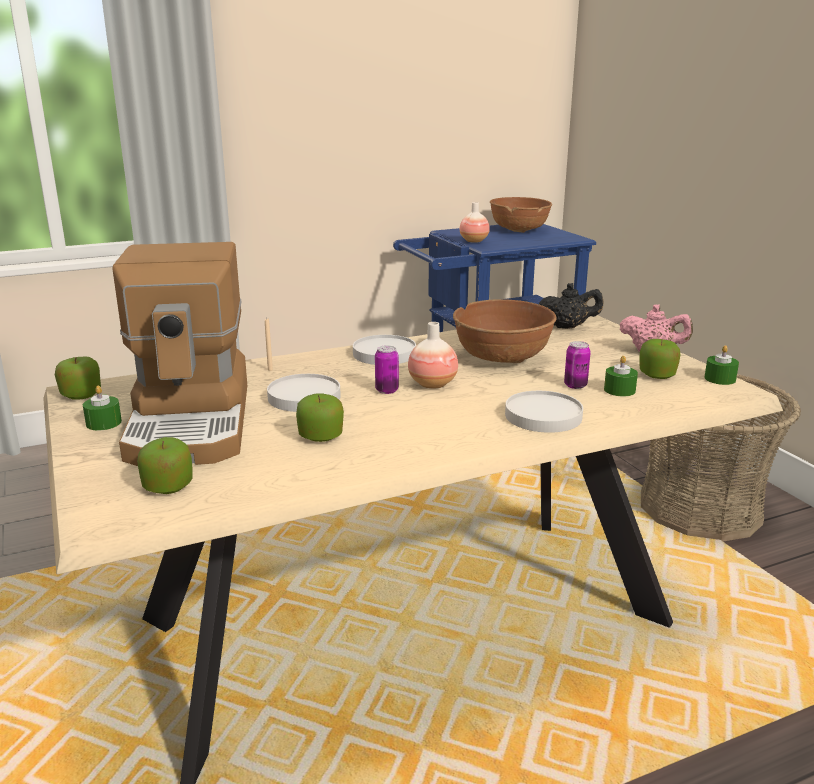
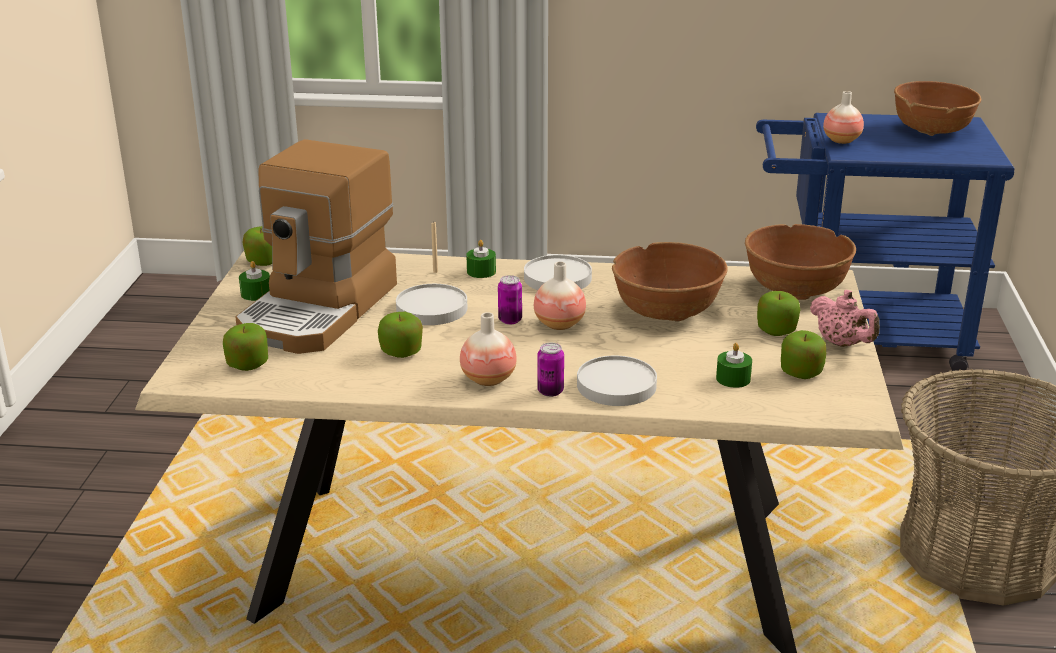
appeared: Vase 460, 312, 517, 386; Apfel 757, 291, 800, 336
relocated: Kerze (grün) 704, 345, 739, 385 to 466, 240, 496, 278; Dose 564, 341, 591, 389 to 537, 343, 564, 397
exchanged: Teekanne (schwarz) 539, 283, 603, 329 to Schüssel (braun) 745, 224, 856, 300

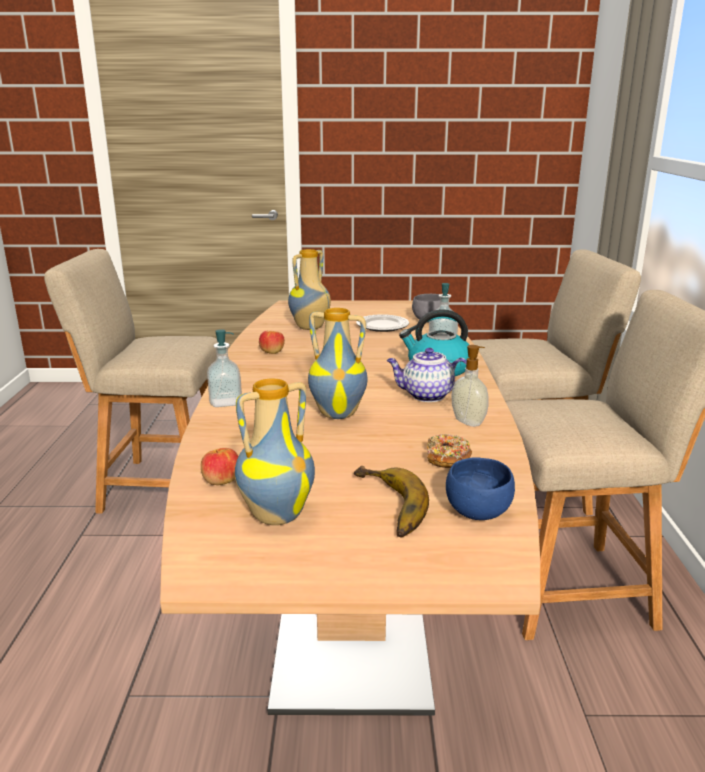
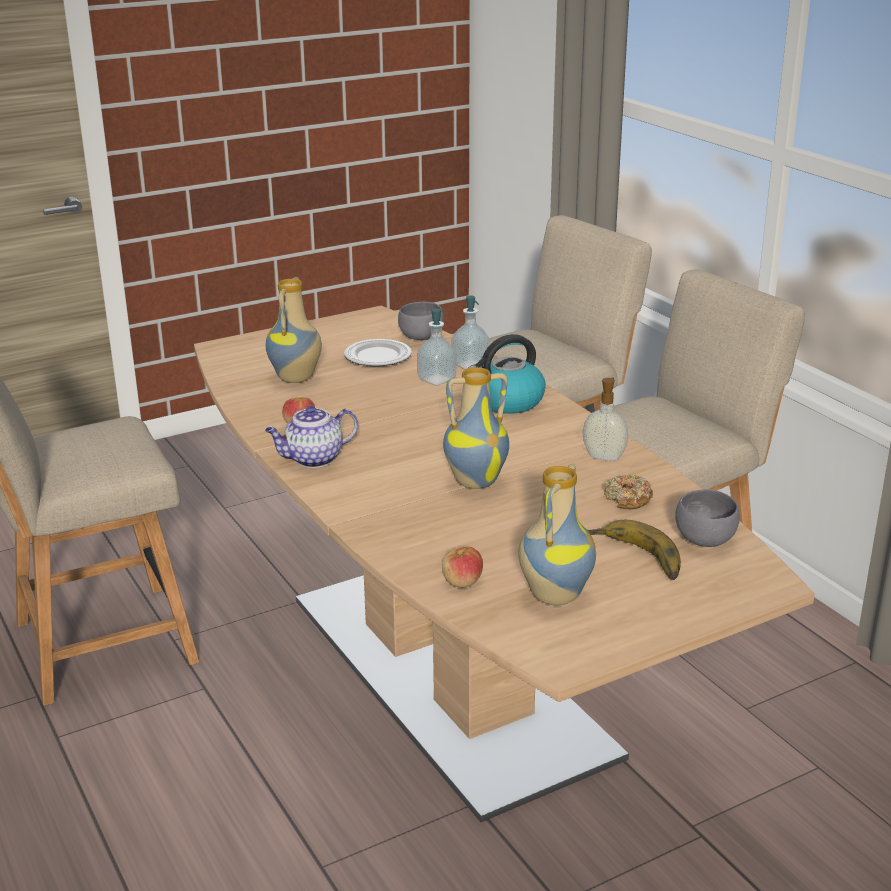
relocated: Teekanne 386, 348, 467, 402 to 265, 406, 358, 468; Seifenspender 207, 329, 242, 407 to 417, 308, 456, 385
colour: Schüssel (blau) 446, 457, 515, 520 to Schüssel (grau) 675, 489, 740, 547

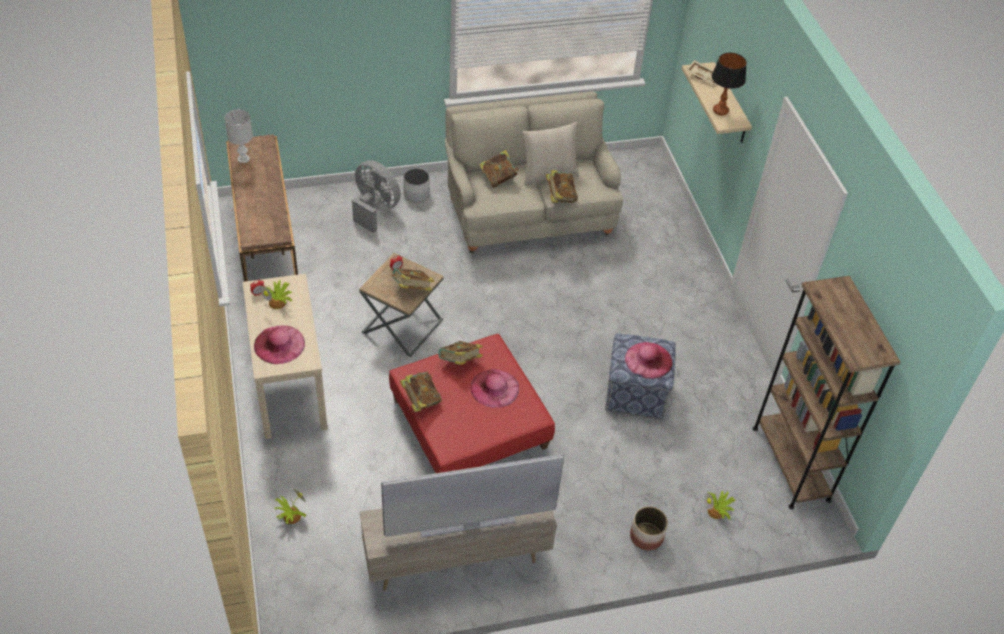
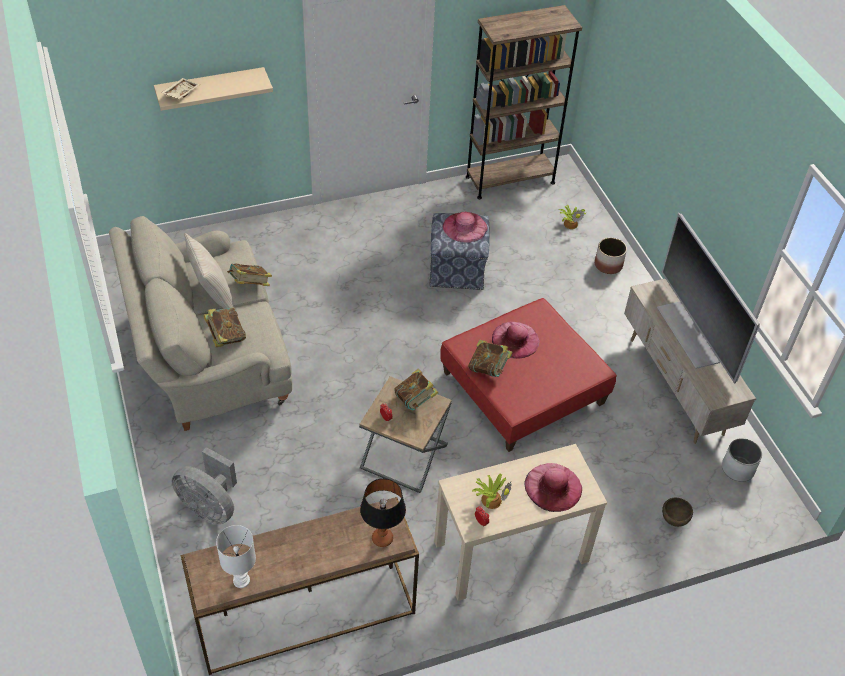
missing: Buch 400, 372, 442, 412
relocated: Tischlampe 712, 53, 747, 115 to 360, 478, 406, 547; Pflanzkübel (weiß) 403, 168, 430, 203 to 722, 438, 762, 482
exchanged: Topfpflanze 274, 488, 306, 524 to Schüssel (braun) 662, 498, 693, 527
spun: Ventilator (grau) 352, 160, 401, 233 = 171, 447, 237, 524 90 degrees counterclockwise

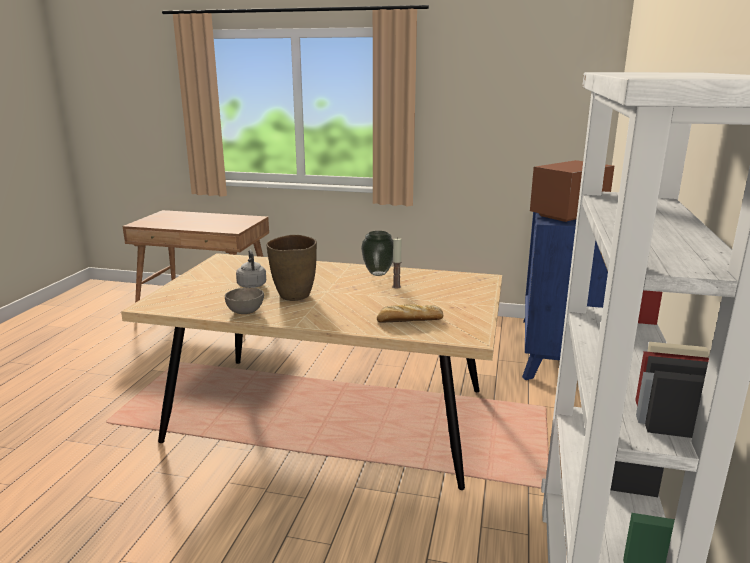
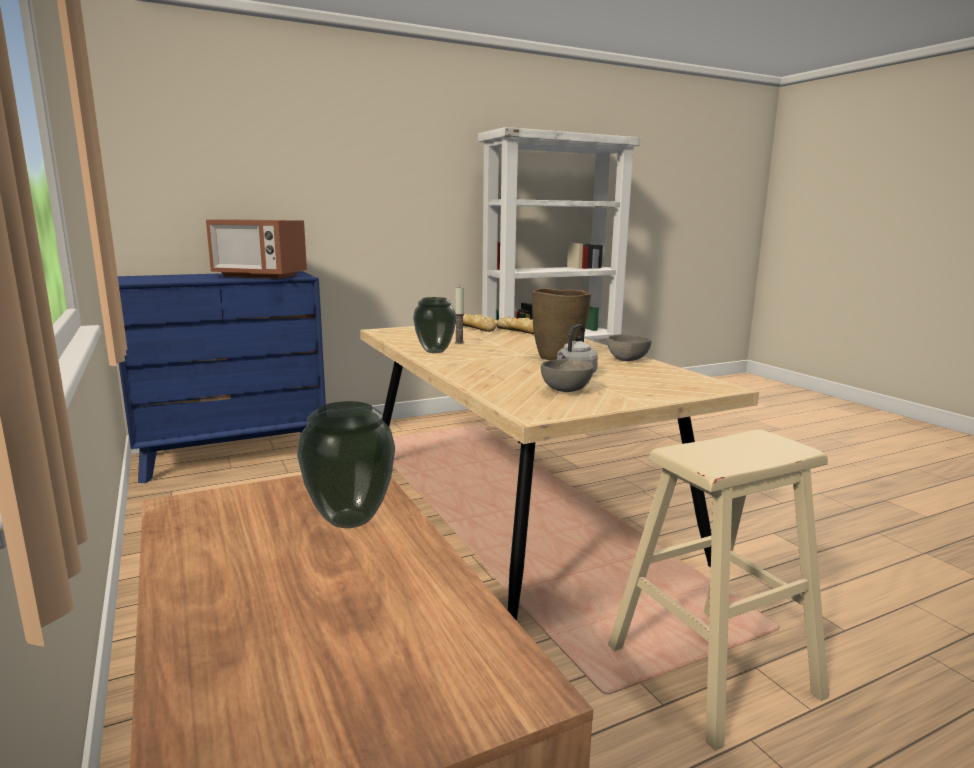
appeared: Vase 297, 401, 395, 528; Brot 455, 313, 496, 332; Schüssel (grau) 541, 359, 594, 392; Hocker (beige) 608, 429, 829, 751

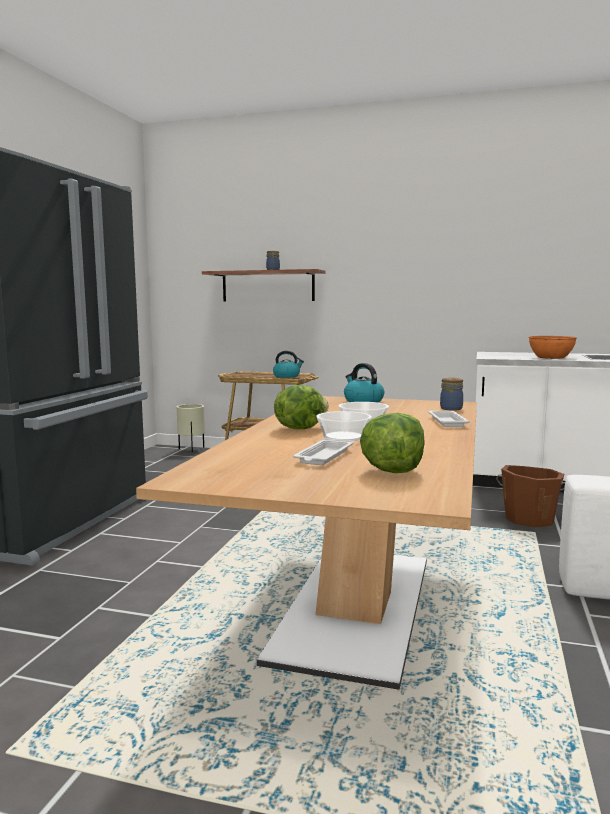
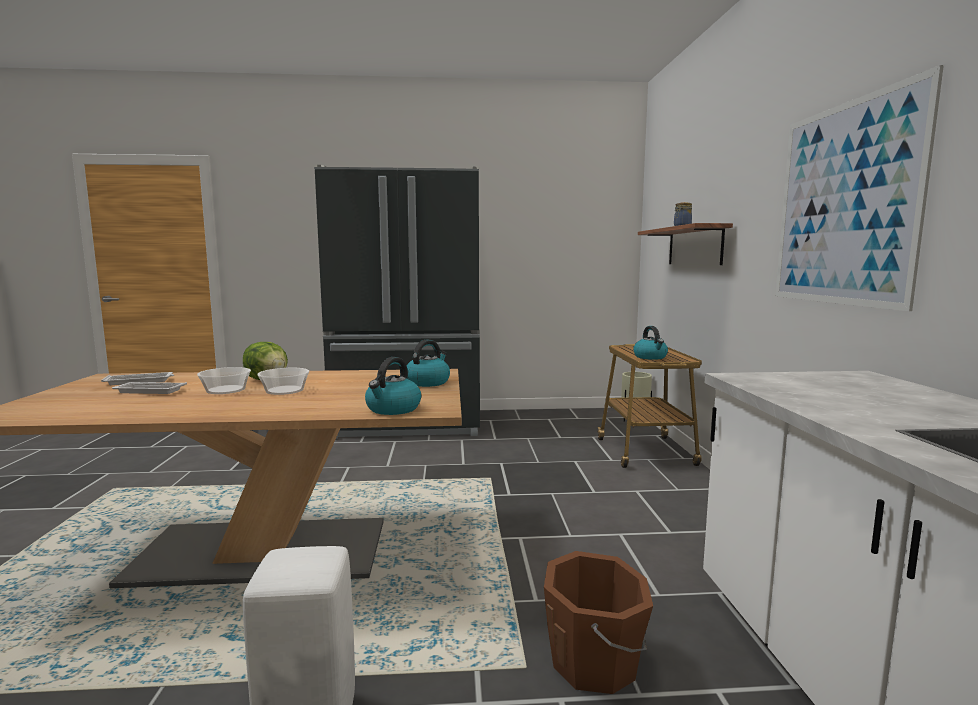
missing: Salatkopf 360, 413, 425, 473; Schüssel (orange) 528, 336, 577, 359
appeared: Bild 775, 65, 944, 311
relocated: Tablett (weiß) 428, 411, 469, 427 to 101, 372, 174, 385
exchanged: Vorratsglas 440, 378, 463, 411 to Wasserkessel 365, 357, 421, 415

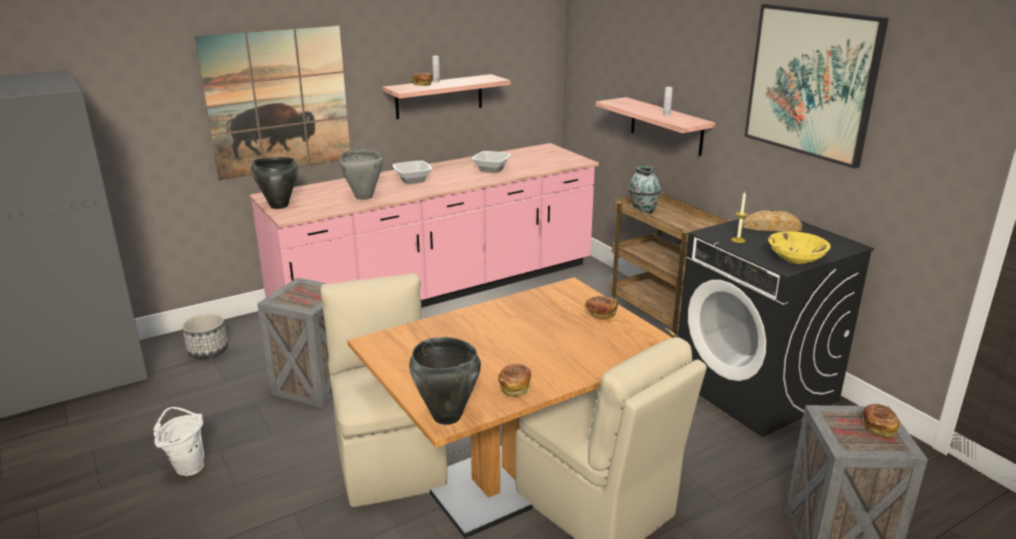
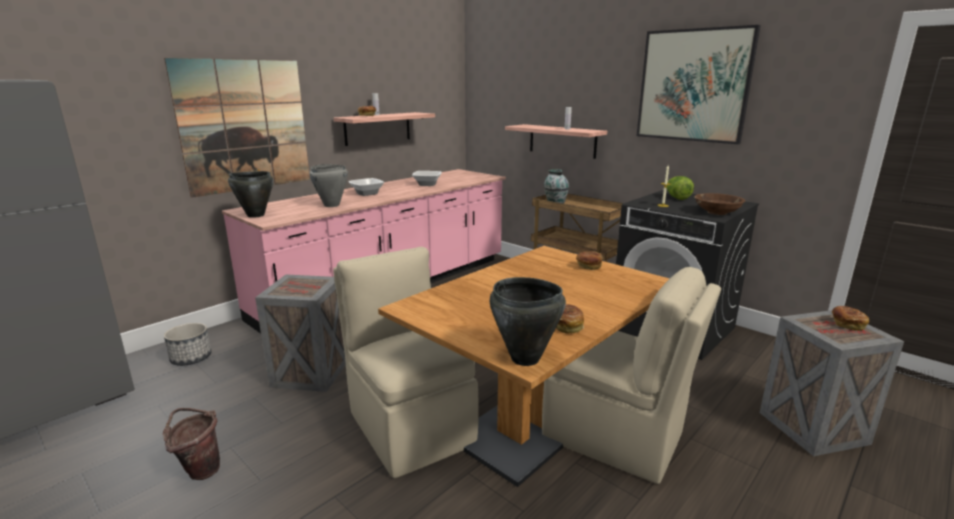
exchanged: Brot 742, 211, 802, 232 to Salatkopf 667, 176, 694, 200
colour: Eimer (weiß) 154, 407, 204, 476 to Eimer (braun) 163, 408, 220, 480; Schüssel (gelb) 768, 231, 831, 264 to Schüssel (braun) 694, 193, 745, 215

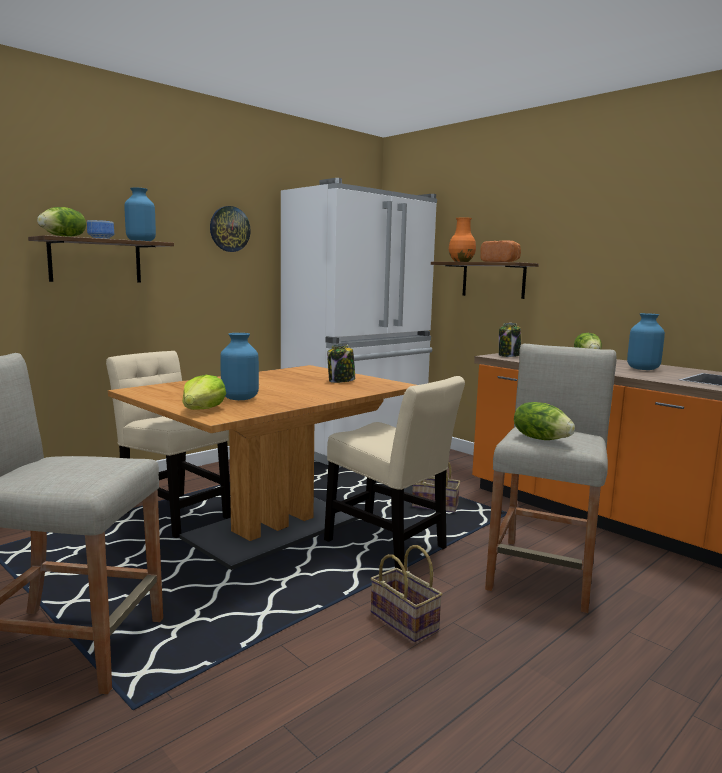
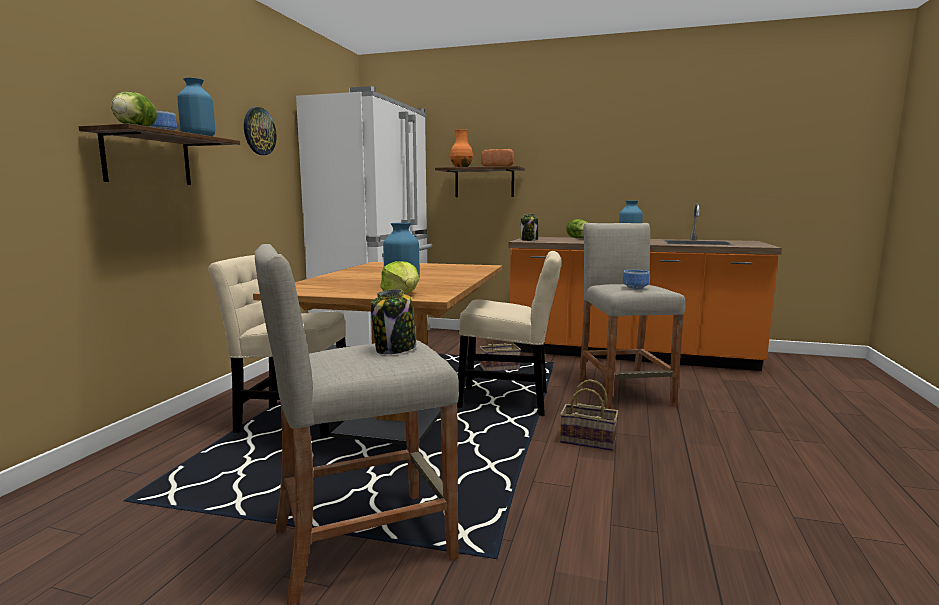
relocated: Vorratsglas 327, 344, 355, 383 to 371, 289, 416, 354
exchanged: Salatkopf 514, 402, 575, 440 to Schüssel 623, 270, 649, 290

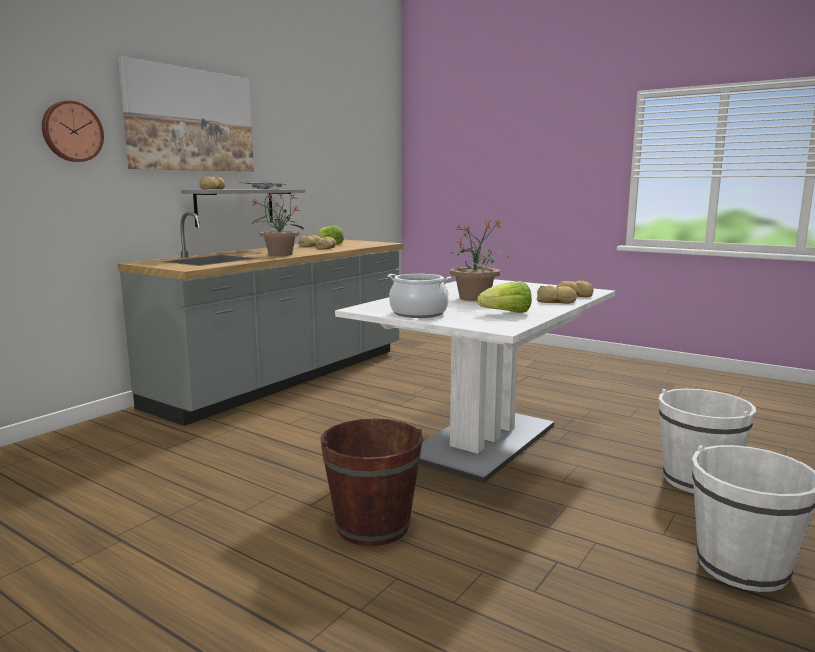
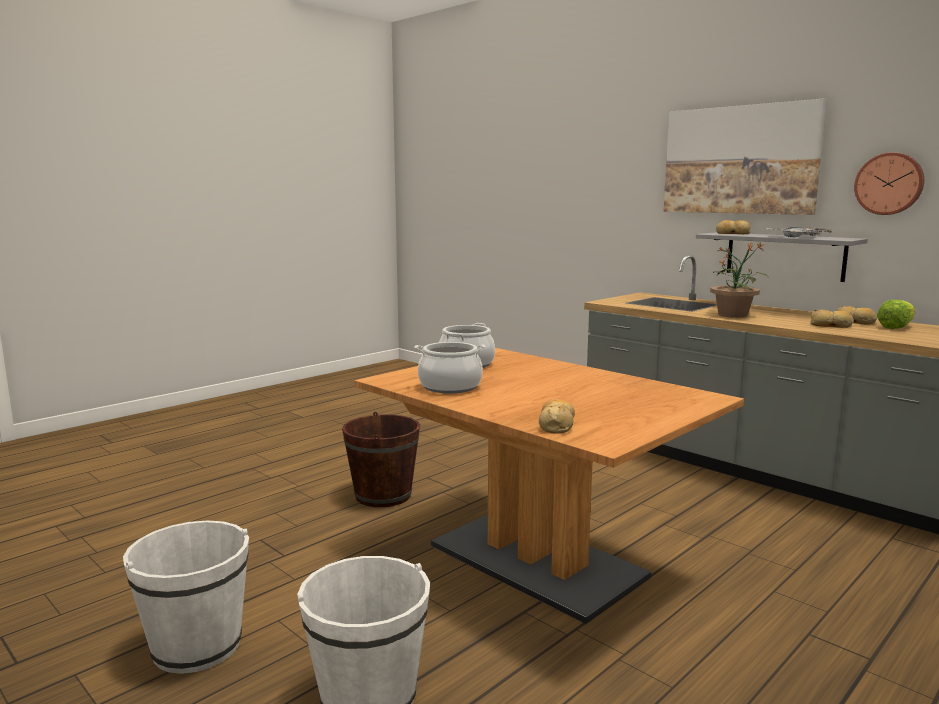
missing: Topfpflanze 450, 219, 509, 301; Brot 537, 286, 577, 304
relocated: Wanduhr 42, 100, 104, 162 to 854, 152, 924, 215
exchanged: Salatkopf 477, 281, 532, 313 to Kochtopf 414, 342, 486, 393
colour: Esstisch (weiß) 335, 279, 615, 483 to Esstisch (braun) 354, 348, 744, 624

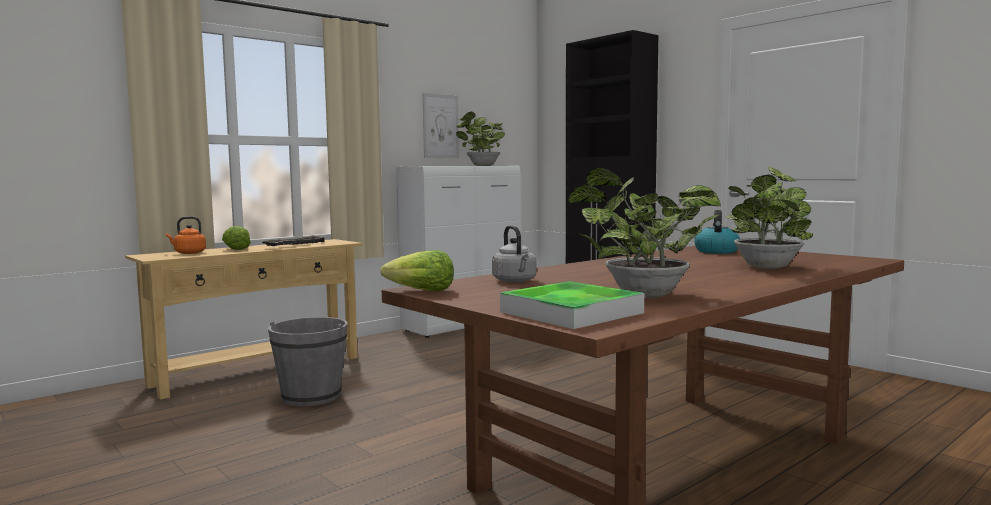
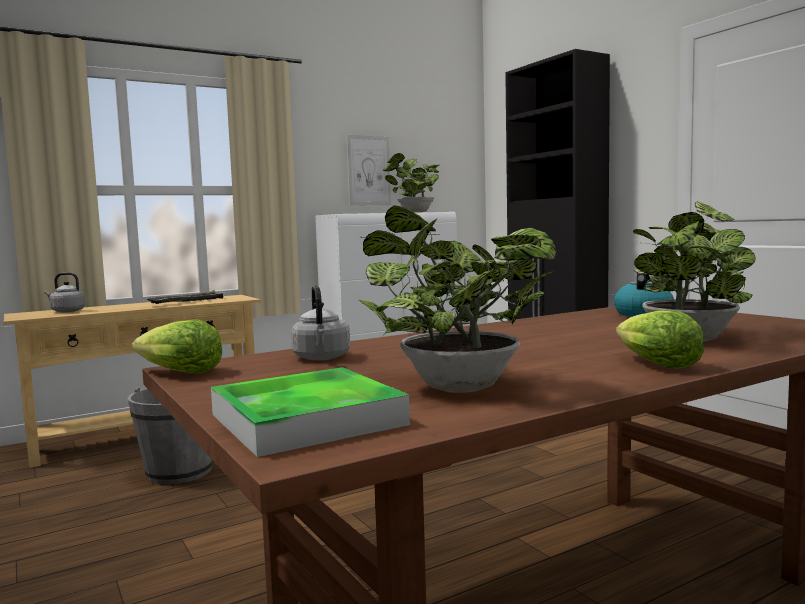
relocated: Salatkopf 222, 226, 251, 250 to 616, 310, 704, 369
colour: Wasserkessel (orange) 166, 216, 206, 254 to Wasserkessel (grau) 44, 272, 85, 312

